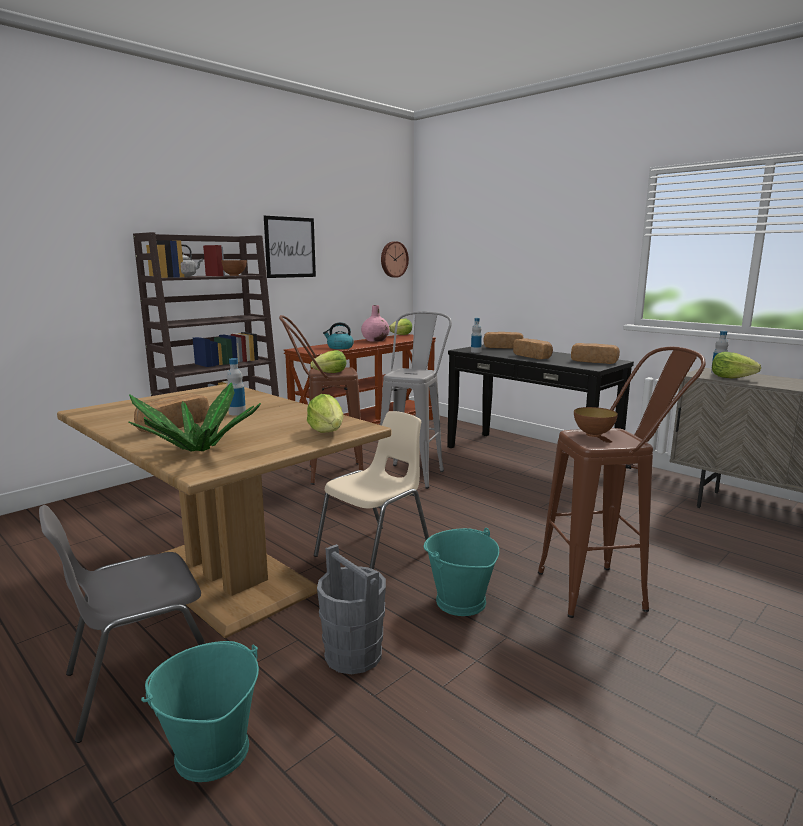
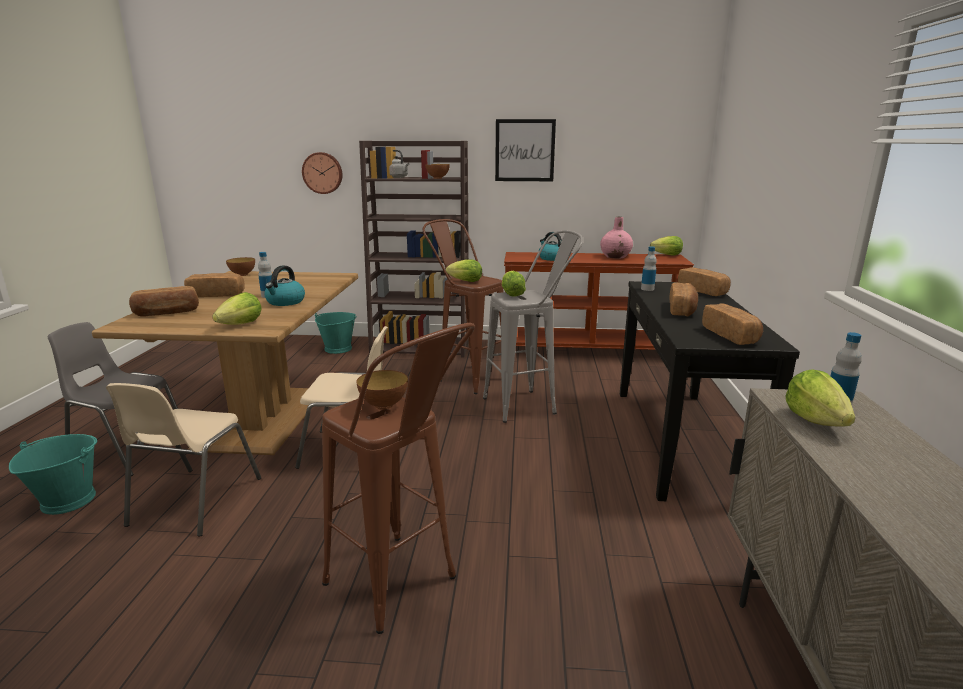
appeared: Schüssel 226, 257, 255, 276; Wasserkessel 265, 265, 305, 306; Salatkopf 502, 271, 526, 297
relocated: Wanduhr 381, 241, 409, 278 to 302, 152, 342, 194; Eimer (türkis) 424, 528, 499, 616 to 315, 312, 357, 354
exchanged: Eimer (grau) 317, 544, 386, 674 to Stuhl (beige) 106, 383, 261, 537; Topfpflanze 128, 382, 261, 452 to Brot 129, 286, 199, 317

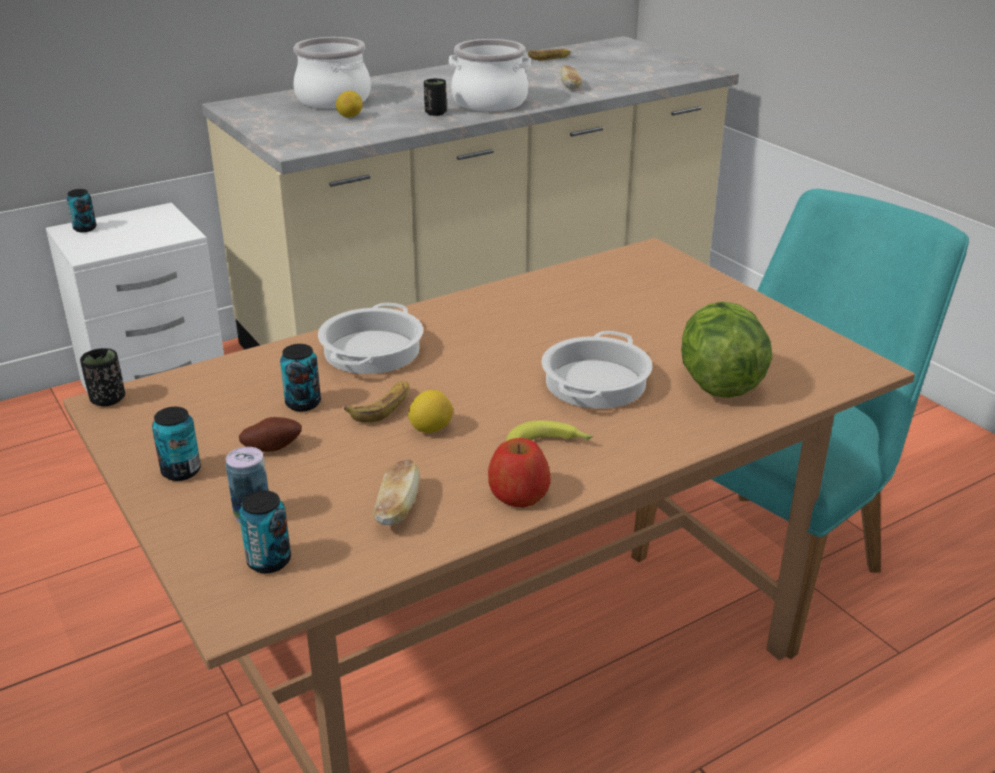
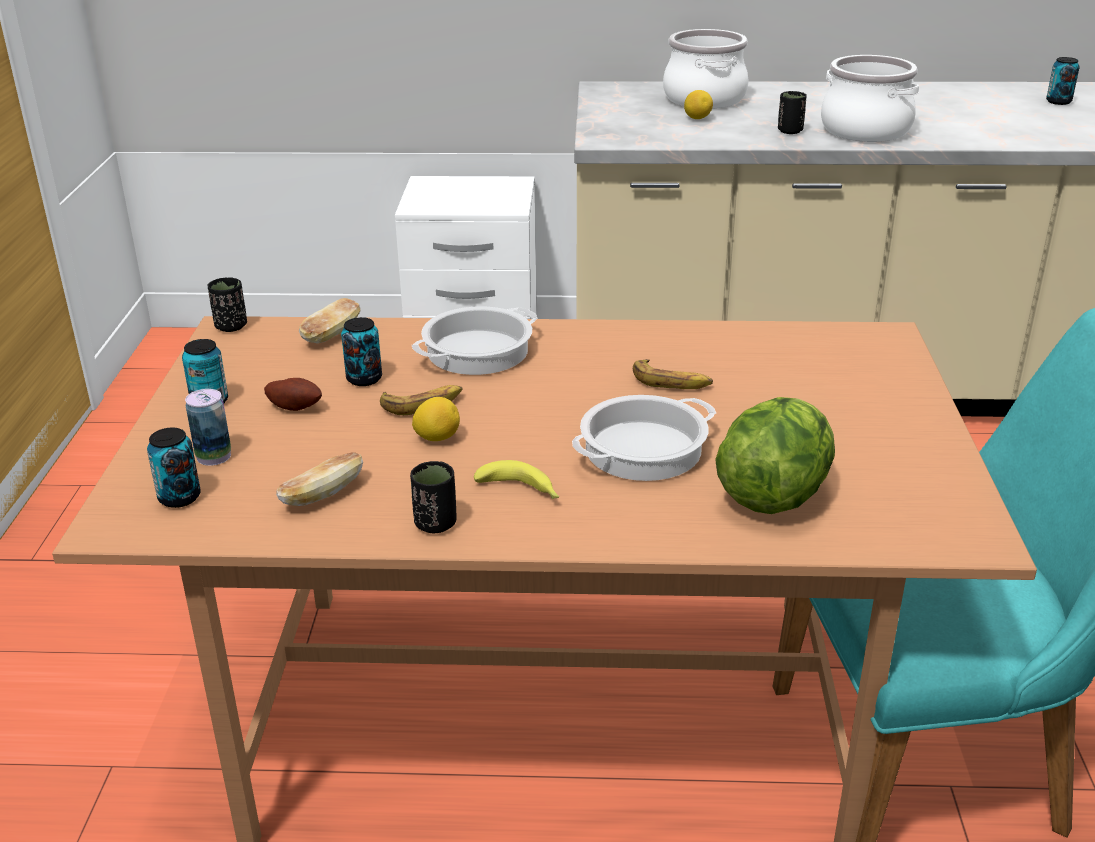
relocated: Brot 561, 65, 582, 89 to 299, 298, 361, 343; Banane 528, 49, 571, 60 to 633, 359, 713, 389; Dose 67, 189, 97, 232 to 1046, 57, 1079, 105
exchanged: Apfel 488, 438, 551, 508 to Tasse (schwarz) 410, 461, 457, 533

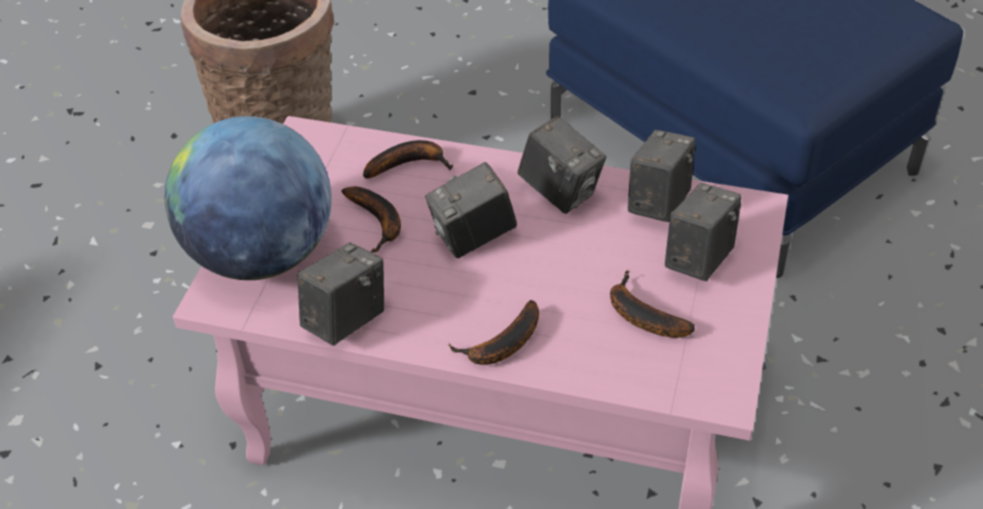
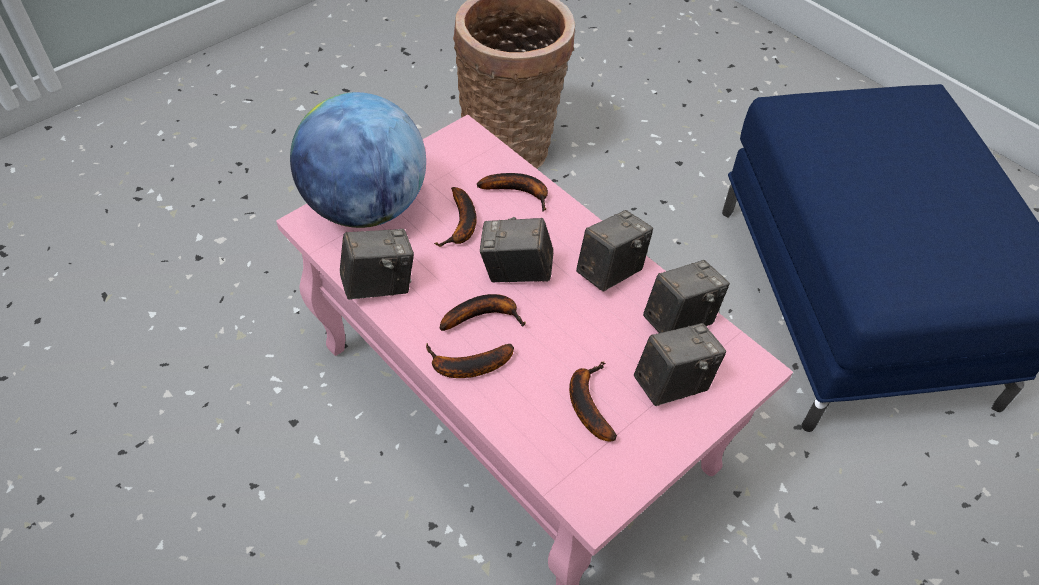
appeared: Banane 440, 294, 526, 331
spun: Kamera 517, 116, 606, 214 = 576, 210, 653, 291 120 degrees counterclockwise

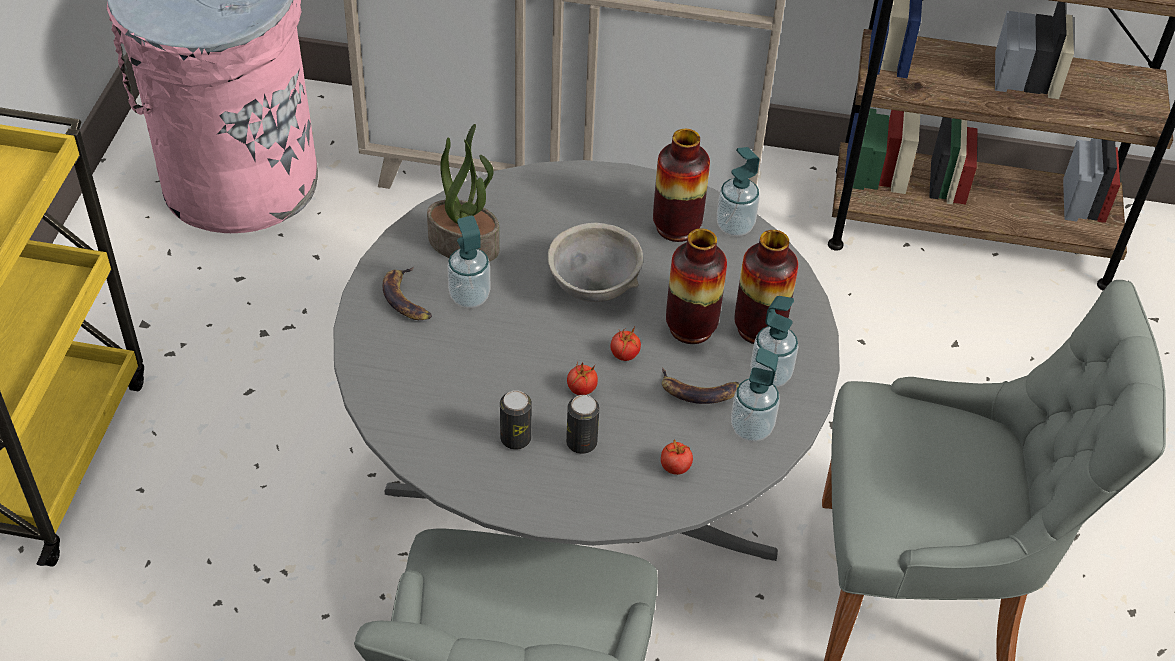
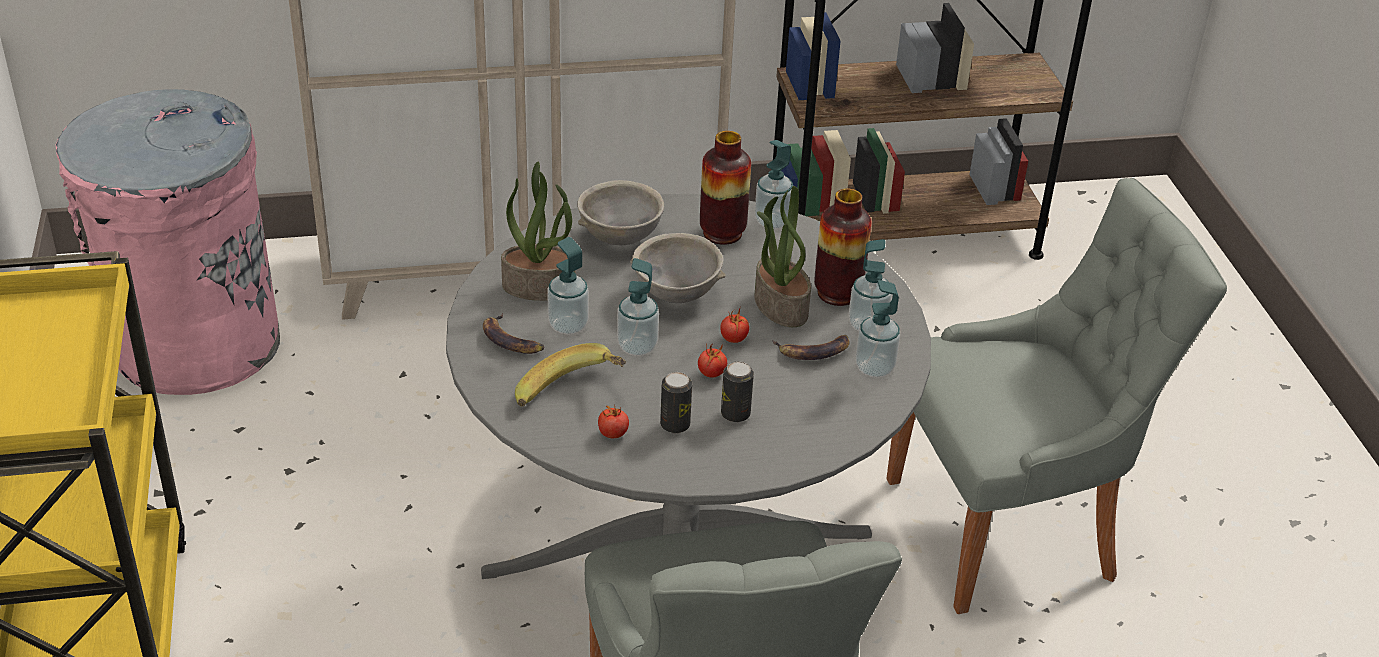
appeared: Banane 515, 343, 626, 406; Schüssel (grau) 577, 180, 664, 245; Seifenspender 617, 258, 659, 356
relocated: Tomate 661, 439, 693, 475 to 598, 405, 629, 438
exchanged: Vase 666, 229, 727, 344 to Topfpflanze 755, 186, 811, 327

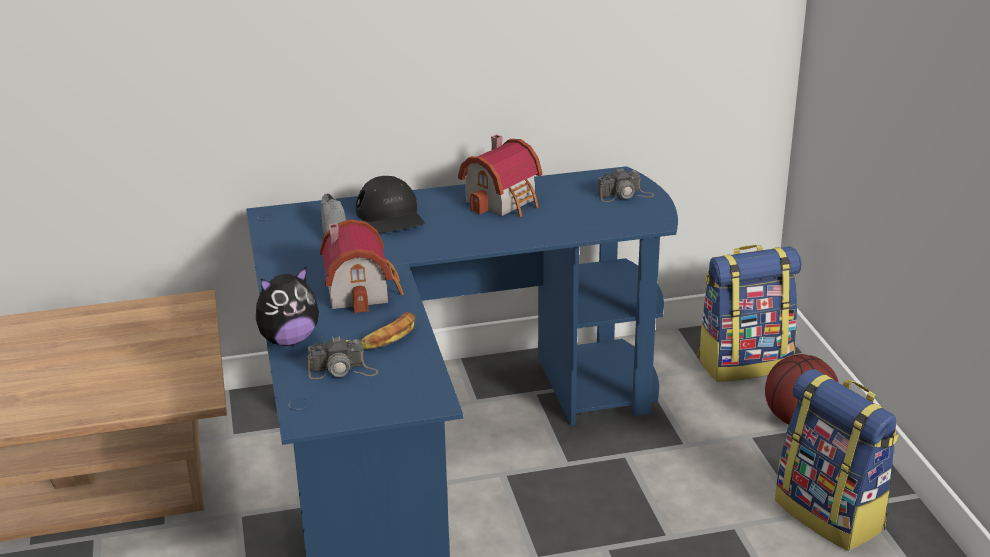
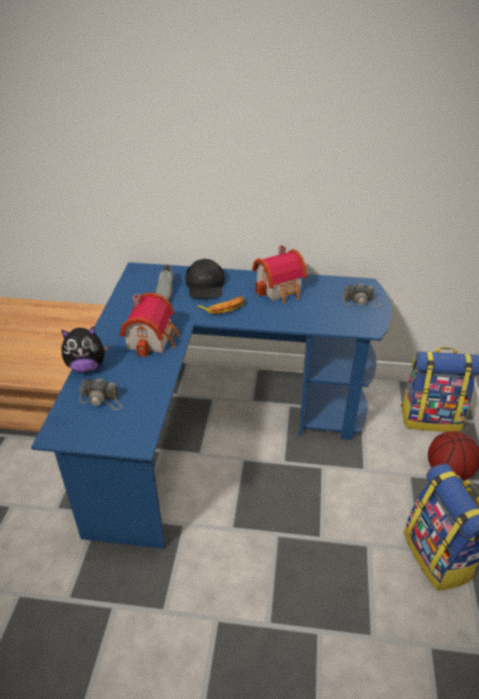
relocated: Banane 345, 312, 416, 349 to 197, 296, 245, 314

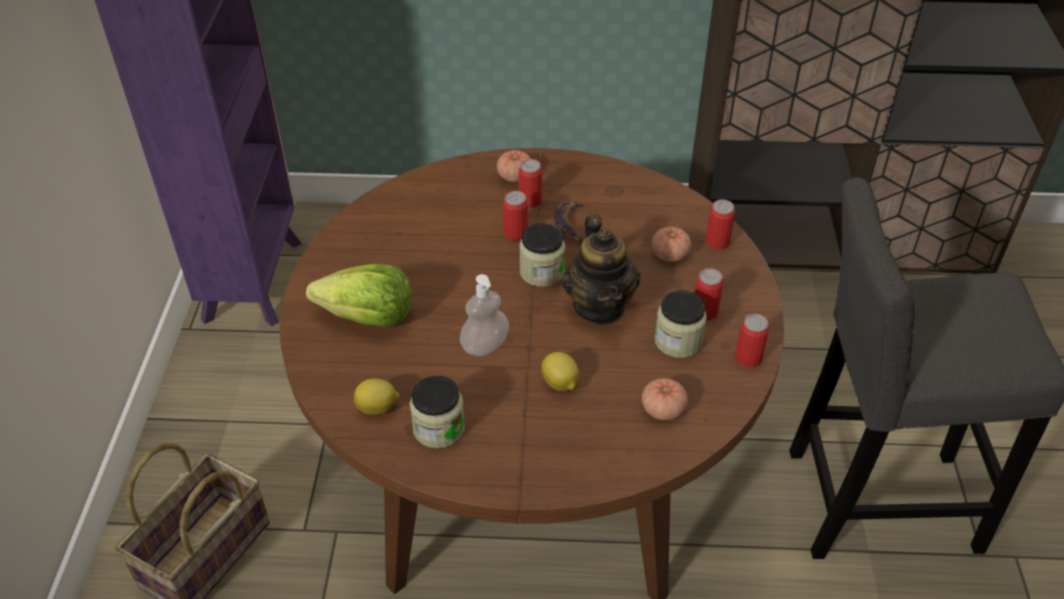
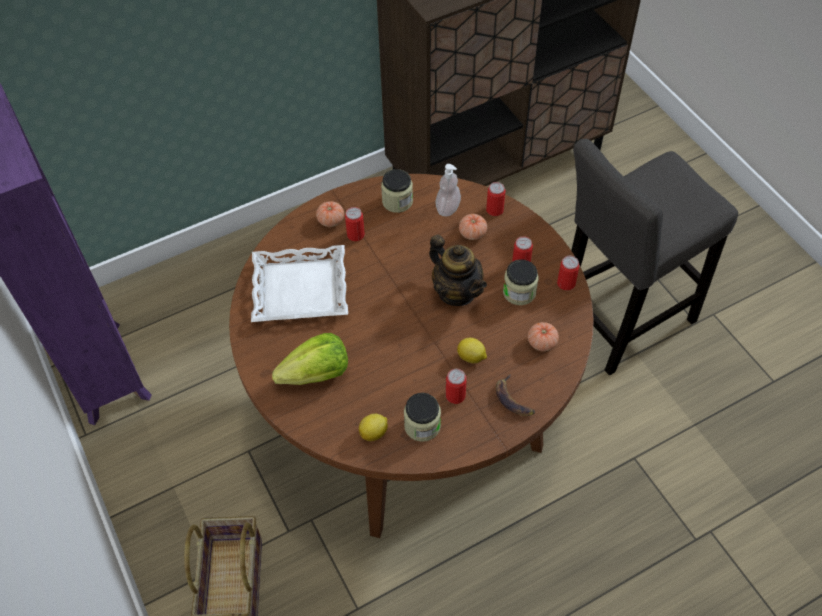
appeared: Tablett (weiß) 251, 245, 348, 322
relocated: Vorratsglas 519, 223, 565, 287 to 381, 169, 413, 213; Seifenspender 460, 274, 509, 356 to 435, 164, 461, 217; Dose 503, 191, 528, 241 to 446, 369, 466, 404; Banane 554, 201, 587, 242 to 496, 374, 535, 416

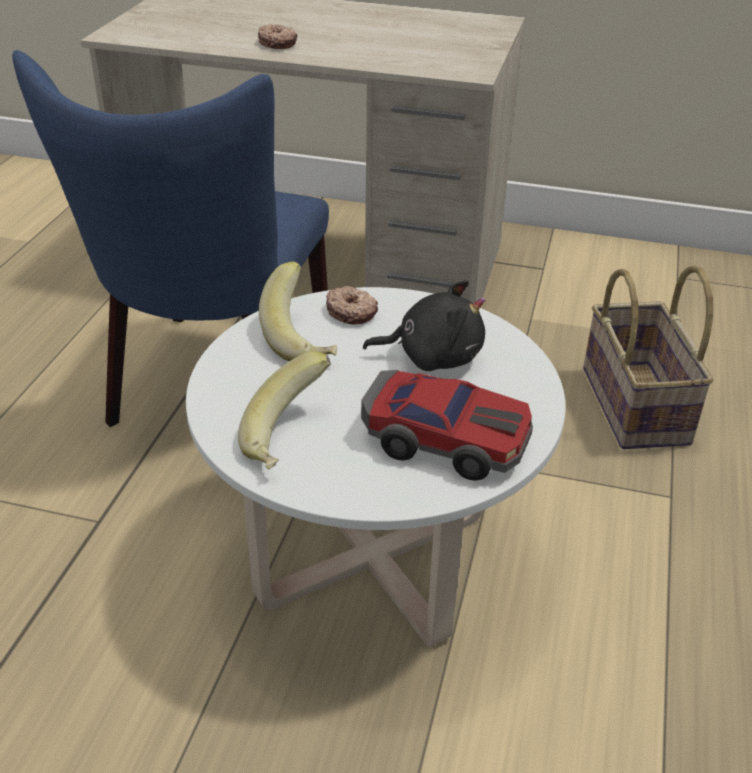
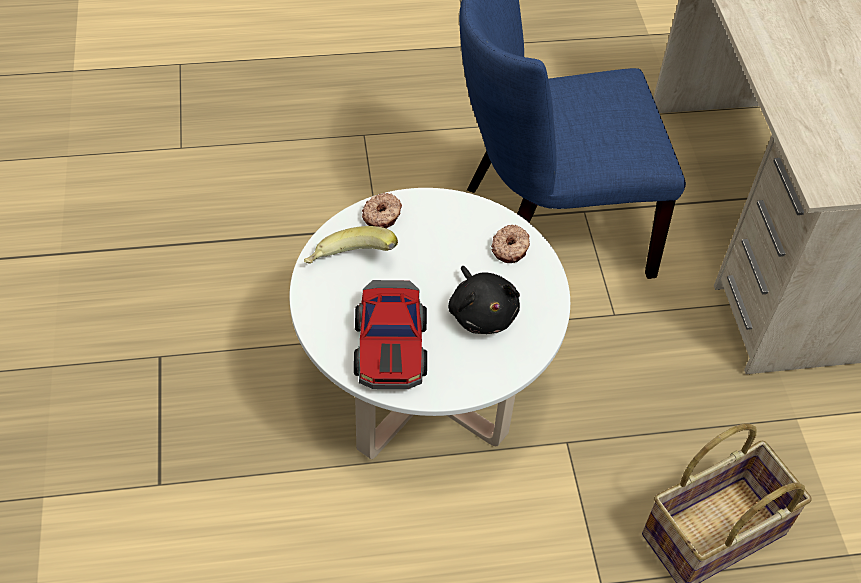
missing: Banane 259, 261, 337, 361
relocated: Donut 258, 24, 297, 49 to 362, 193, 402, 228

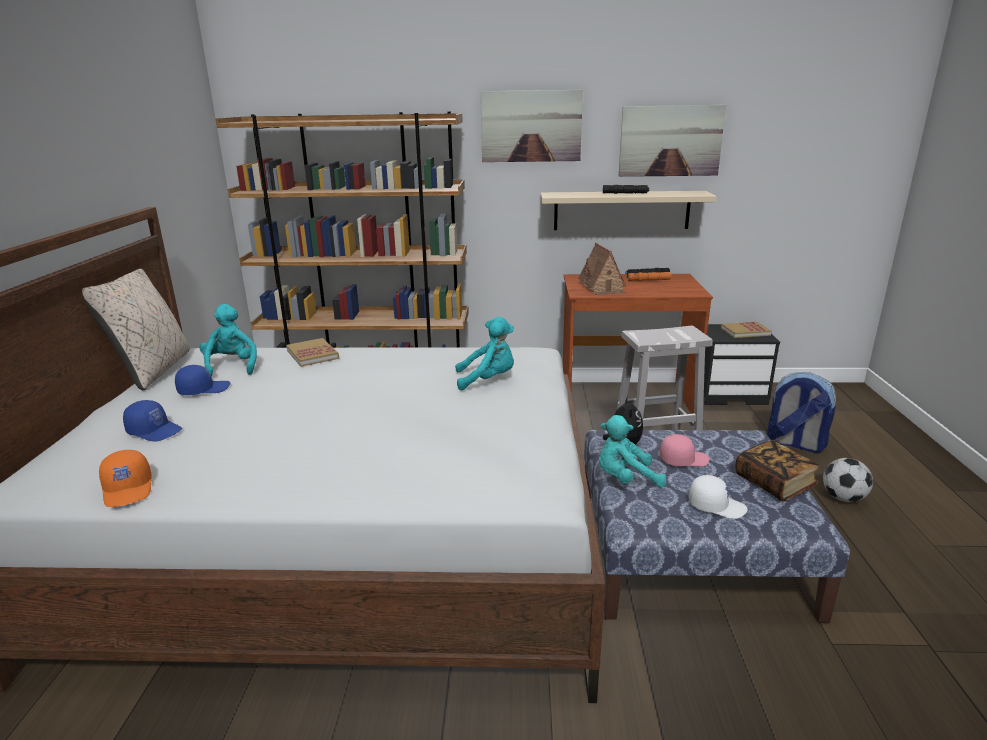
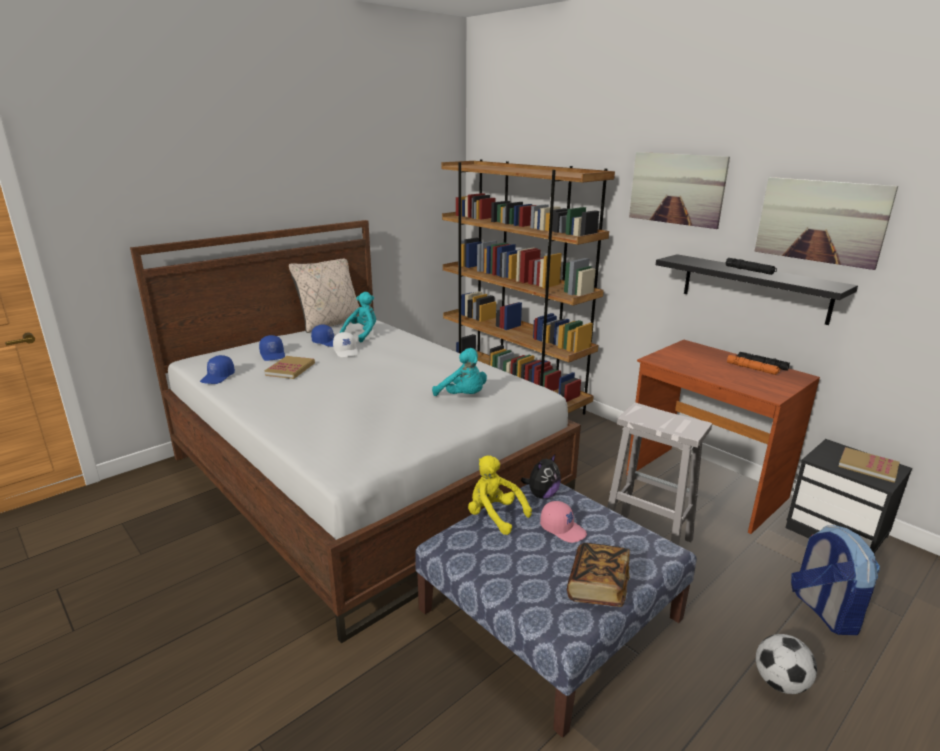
missing: Spielzeughaus 578, 242, 627, 295
relocated: Buch 286, 338, 339, 367 to 265, 356, 315, 379; Kappe (weiß) 689, 475, 748, 519 to 333, 332, 359, 357
colour: Kappe (orange) 99, 450, 152, 507 to Kappe (blau) 200, 355, 235, 384; Plüschtier (türkis) 599, 415, 666, 487 to Plüschtier (gelb) 468, 456, 532, 535; Wandregal (beige) 541, 191, 717, 230 to Wandregal (schwarz) 656, 254, 858, 325

